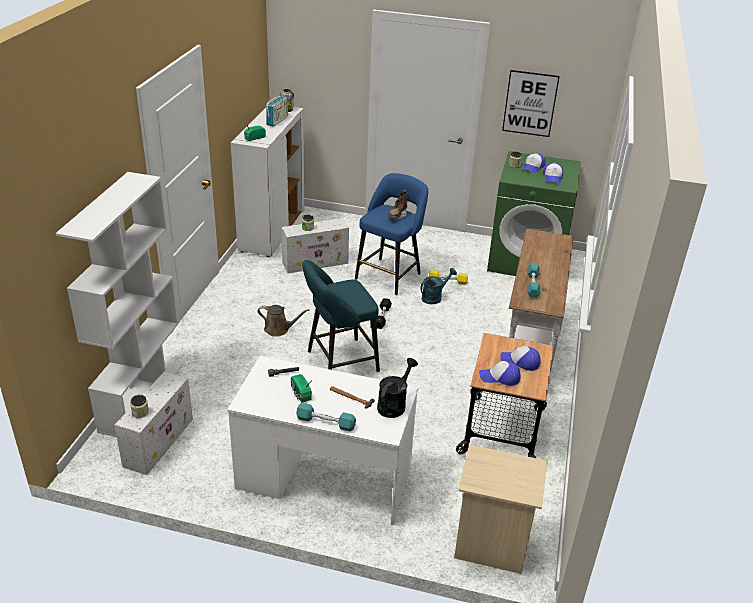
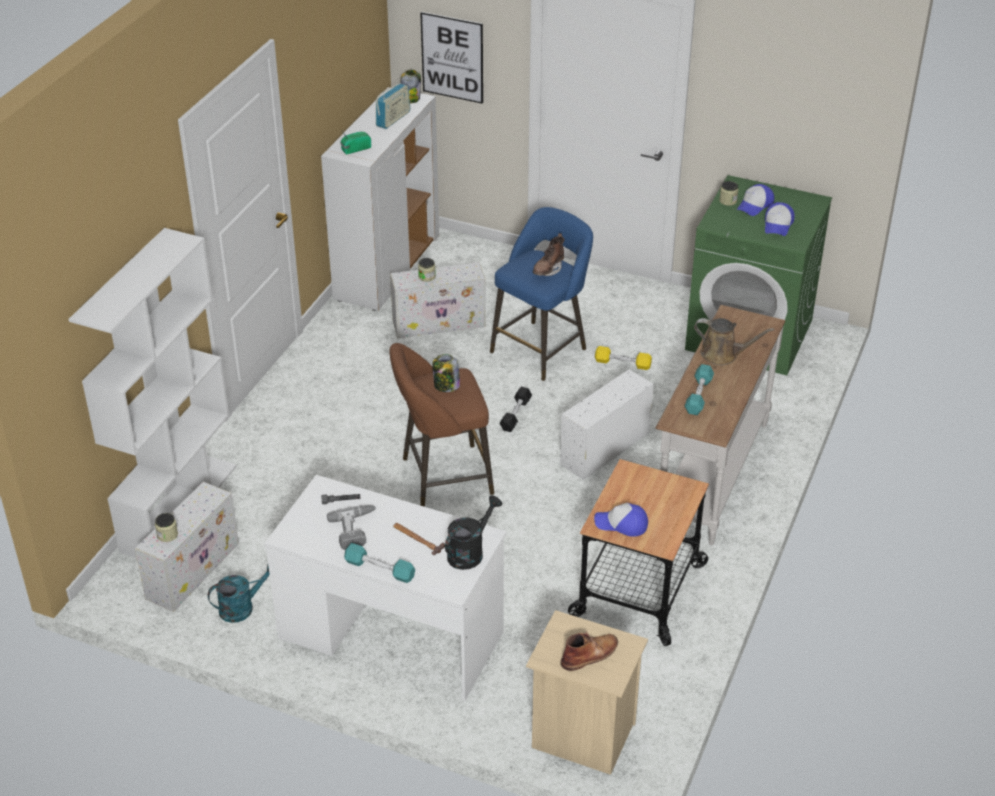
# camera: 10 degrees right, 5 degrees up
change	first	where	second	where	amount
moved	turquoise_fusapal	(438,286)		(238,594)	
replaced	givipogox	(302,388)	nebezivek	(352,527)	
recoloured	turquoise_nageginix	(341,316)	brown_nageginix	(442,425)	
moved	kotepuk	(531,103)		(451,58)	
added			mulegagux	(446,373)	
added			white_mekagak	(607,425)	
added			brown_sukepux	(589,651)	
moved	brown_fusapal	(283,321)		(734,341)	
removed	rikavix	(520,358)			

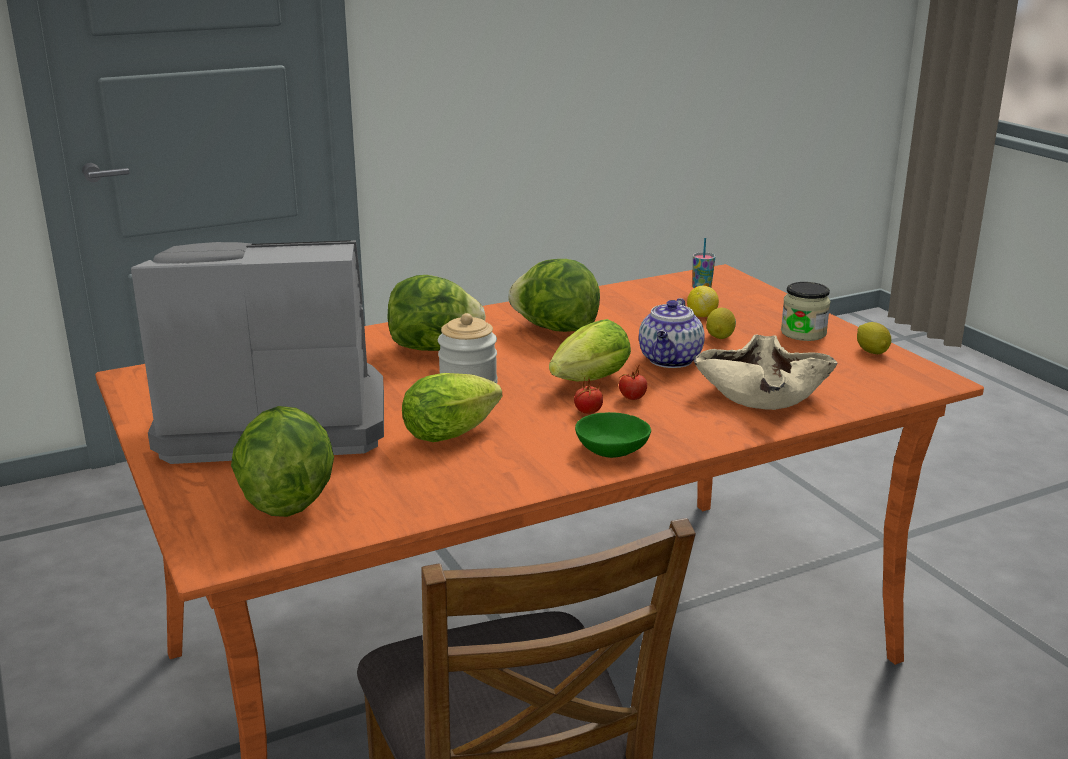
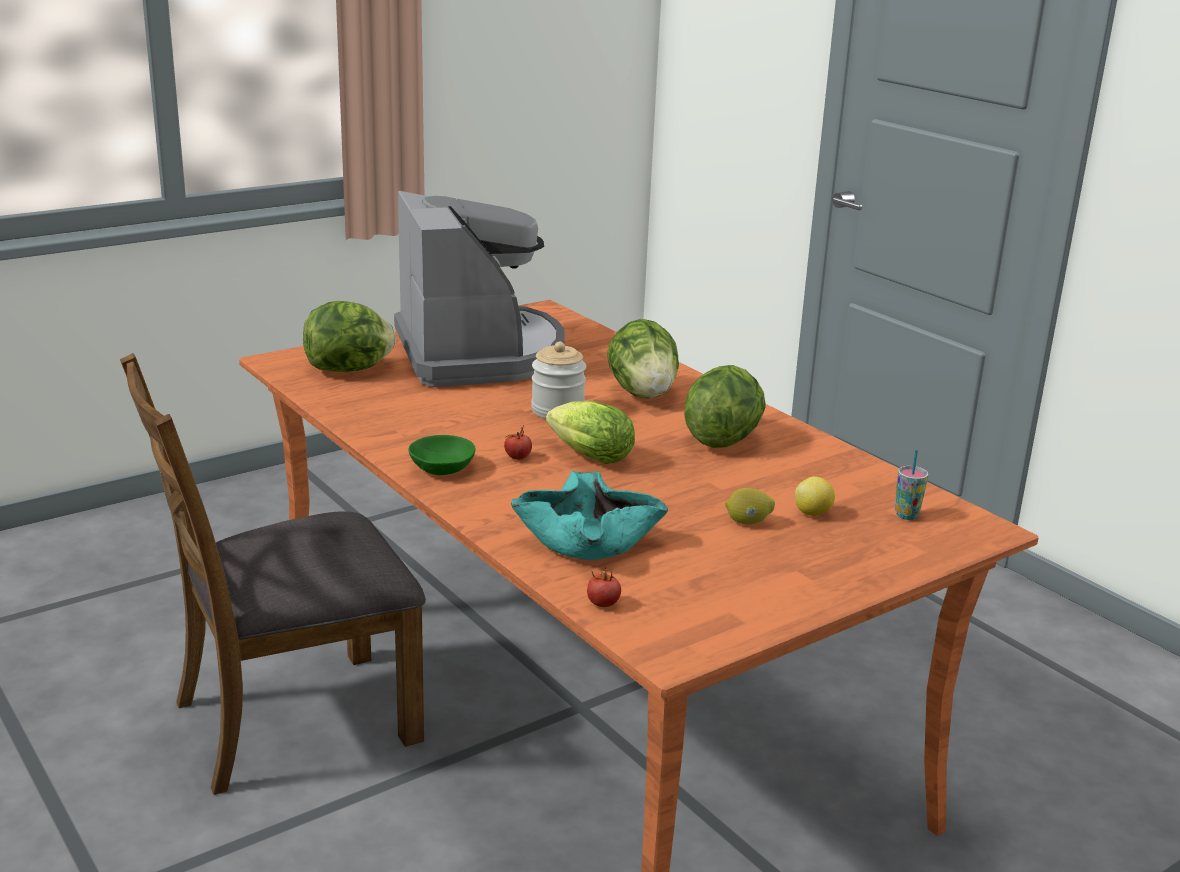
# camera: 80 degrees right, 0 degrees up
change	first	where	second	where	amount
recoloured	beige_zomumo	(765,372)	turquoise_zomumo	(589,515)	
moved	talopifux	(633,382)		(604,587)	
removed	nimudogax	(452,407)			
removed	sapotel	(672,333)			
removed	mulegagux	(806,311)			
removed	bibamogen	(874,338)			

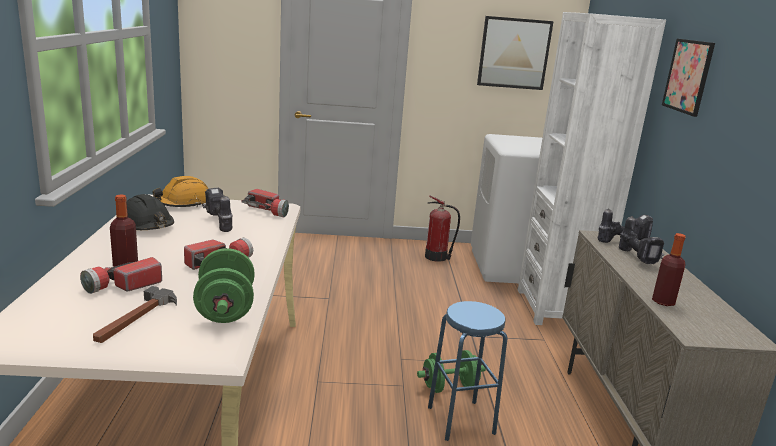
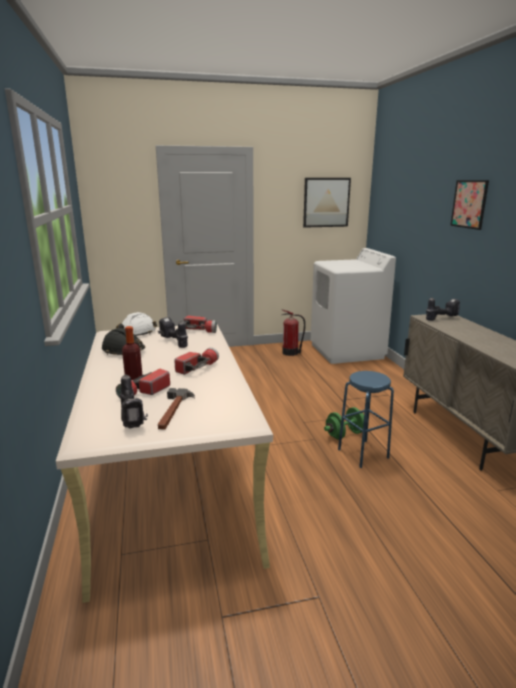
# camera: 10 degrees left, 0 degrees up
change	first	where	second	where	amount
recoloured	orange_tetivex	(180,191)	white_tetivex	(136,324)	
moved	nebezivek	(641,240)		(134,401)	
removed	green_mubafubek	(223,285)			
removed	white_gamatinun	(592,168)			
removed	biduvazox	(669,269)			

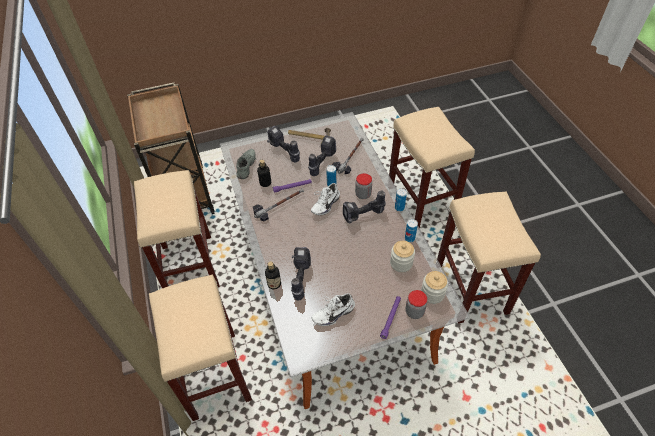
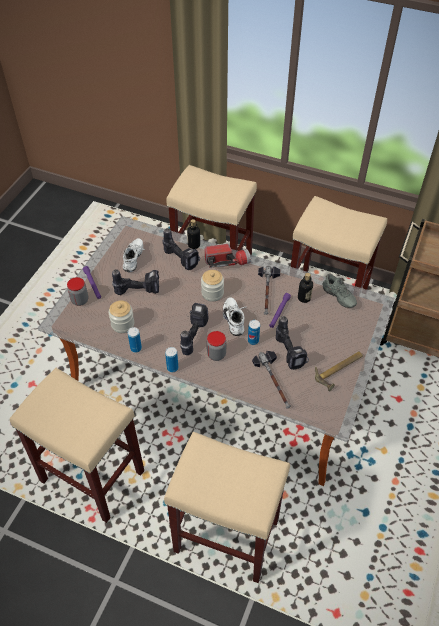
# camera: 130 degrees right, 0 degrees up
change	first	where	second	where	amount
moved	nebezivek	(283,144)		(135,282)	
moved	mulegagux	(434,287)		(212,286)	
added			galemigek	(228,256)	

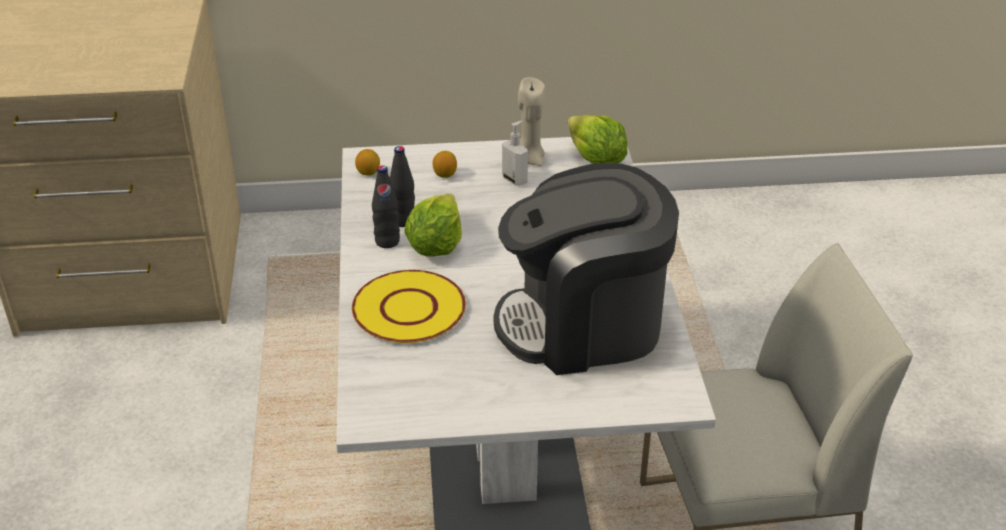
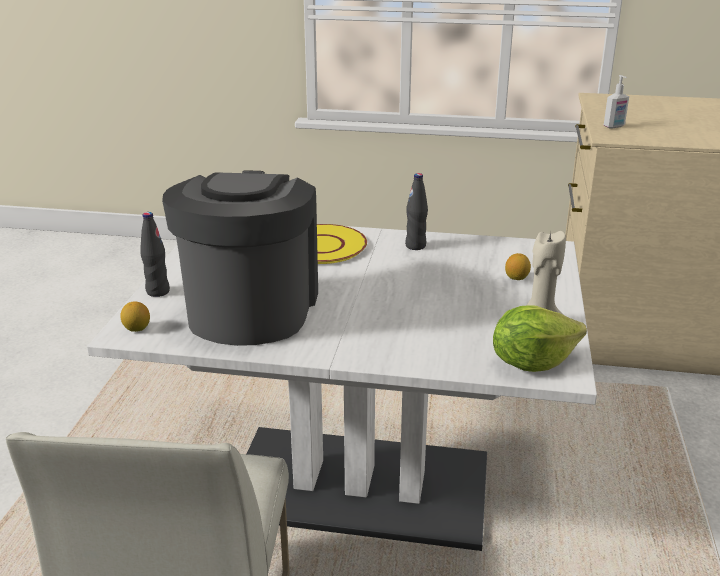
# camera: 105 degrees right, 10 degrees down
change	first	where	second	where	amount
moved	bibamogen	(367,162)		(135,317)	
moved	black_biduvazox	(402,186)		(155,254)	
moved	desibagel	(515,153)		(616,101)	
removed	nimudogax	(433,225)			

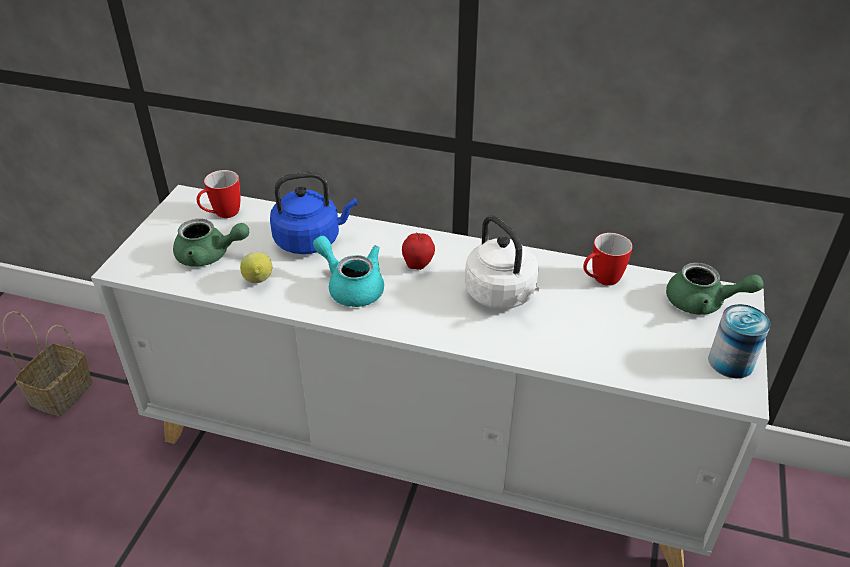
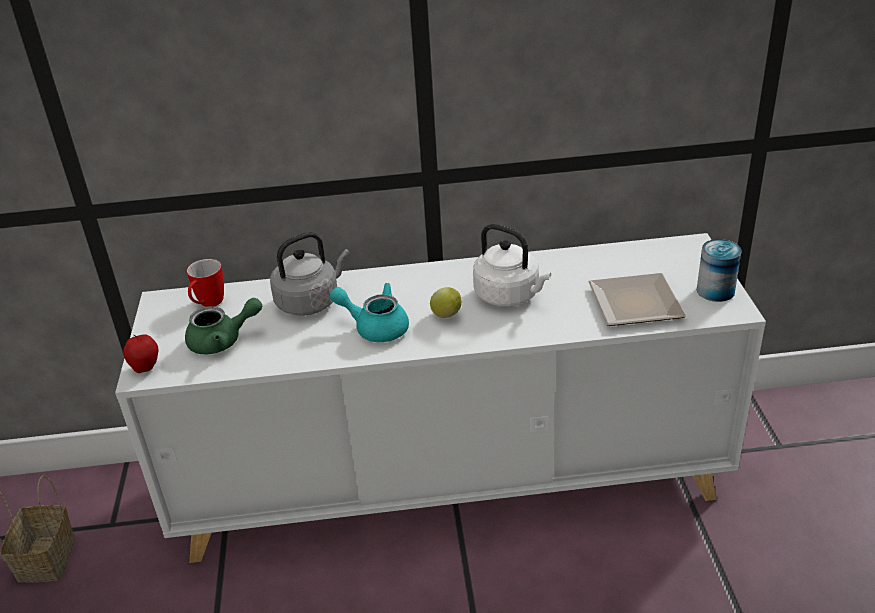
# camera: 20 degrees left, 5 degrees down
change	first	where	second	where	amount
moved	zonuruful	(418,251)		(140,354)	
recoloured	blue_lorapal	(313,213)	grey_lorapal	(309,274)	
moved	bibamogen	(256,267)		(446,302)	
added			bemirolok	(637,299)	
removed	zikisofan	(608,259)			
removed	green_sapotel	(715,288)			

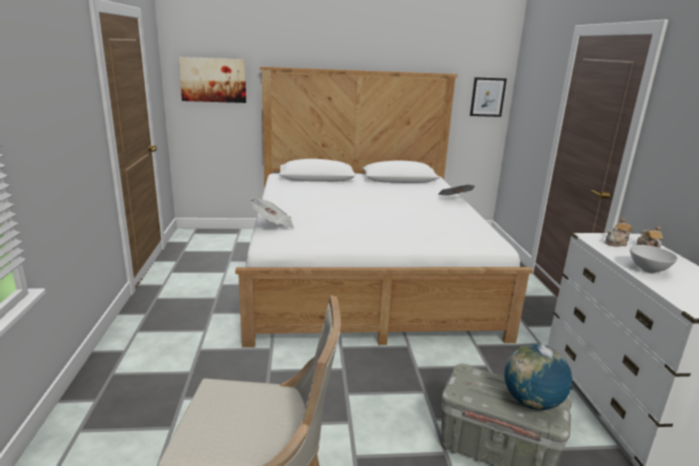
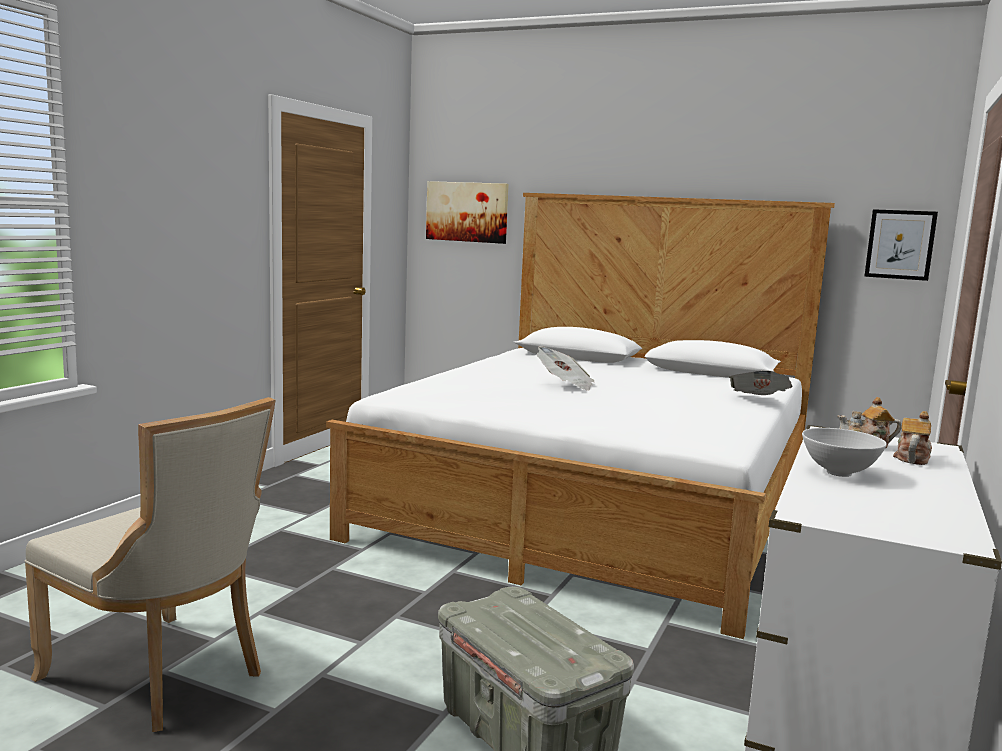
# camera: 30 degrees right, 10 degrees down
change	first	where	second	where	amount
moved	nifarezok	(272,213)		(565,368)	
removed	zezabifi	(538,377)			

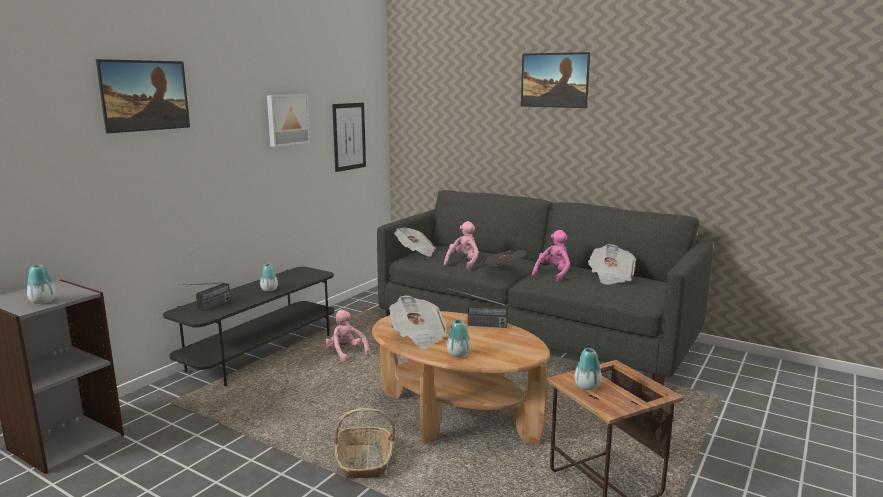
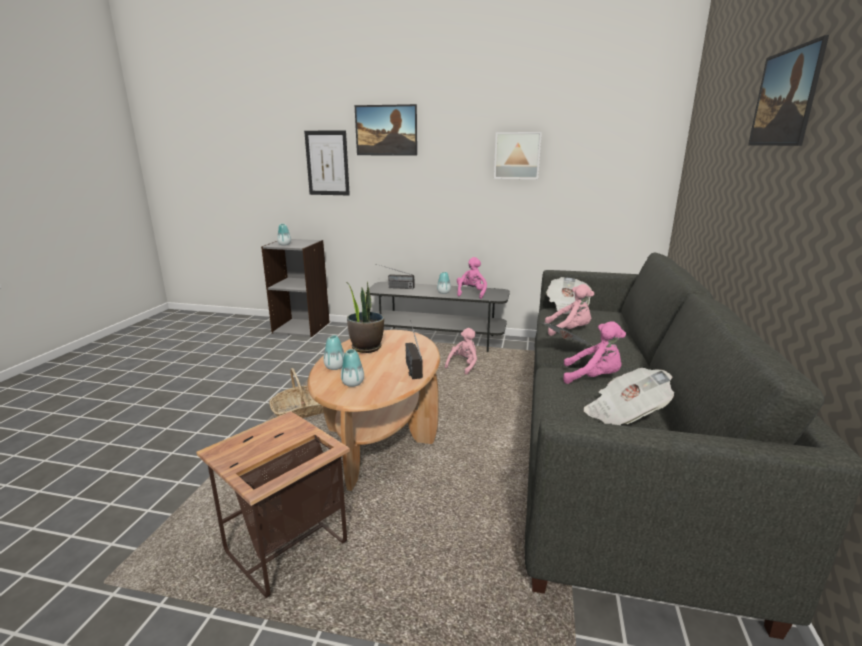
# camera: 70 degrees right, 5 degrees up
change	first	where	second	where	amount
moved	kotepuk	(349,137)		(327,162)	
moved	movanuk	(587,369)		(352,368)	
replaced	nifarezok	(418,322)	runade	(365,317)	
added			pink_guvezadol	(472,278)	

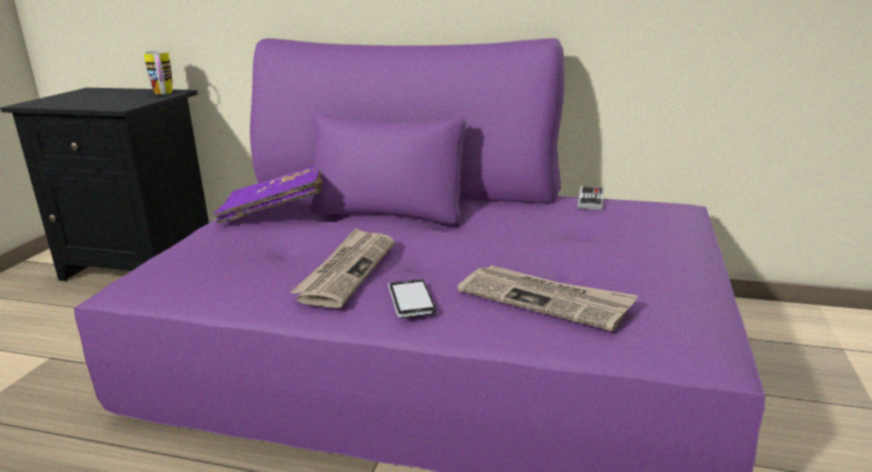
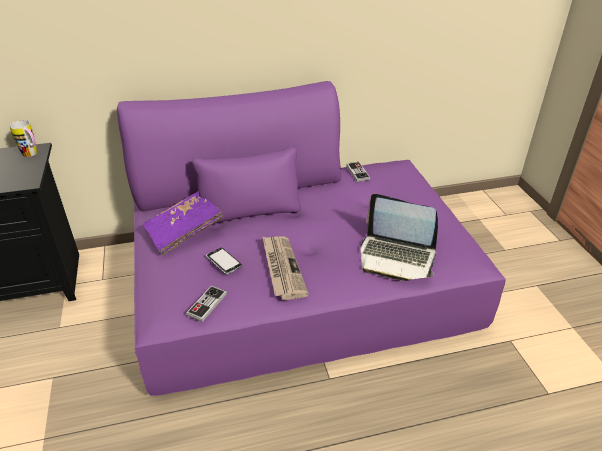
# camera: 30 degrees left, 15 degrees up
change	first	where	second	where	amount
added			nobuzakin	(206,303)	
moved	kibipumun	(412,298)		(224,261)	
replaced	nifarezok	(547,298)	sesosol	(399,237)	

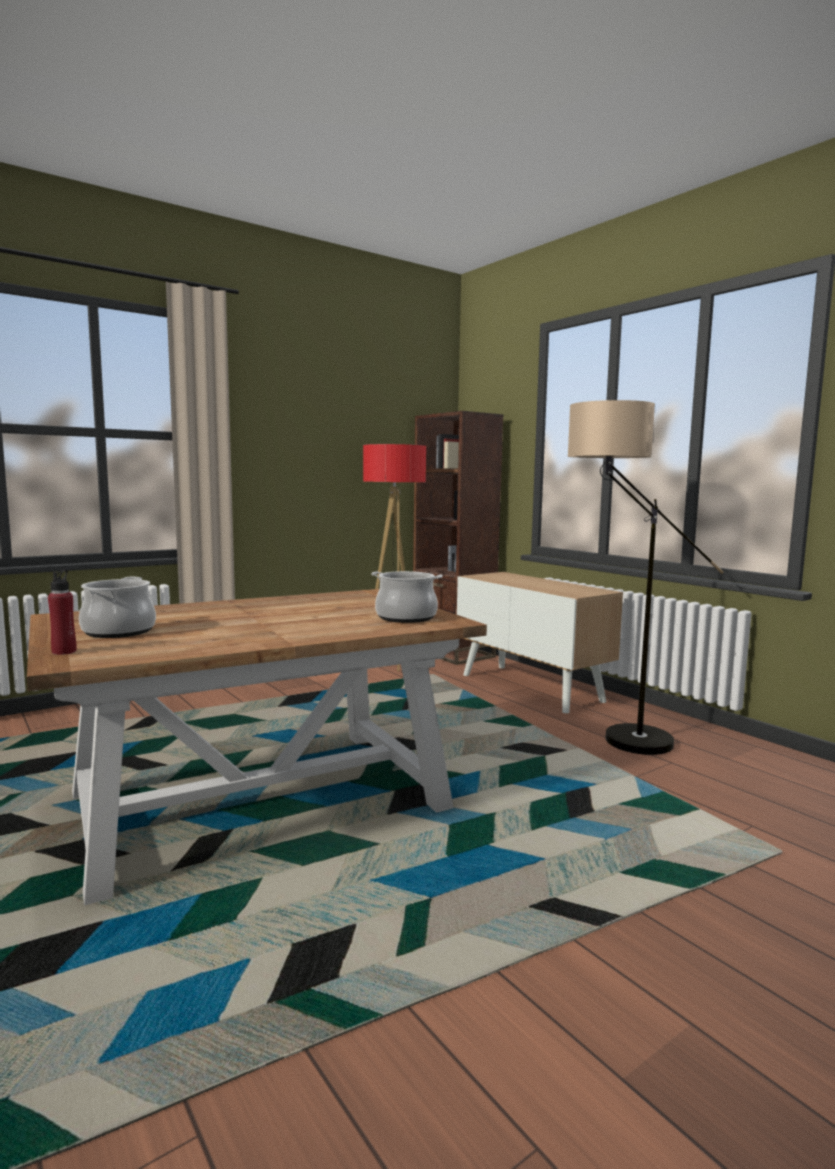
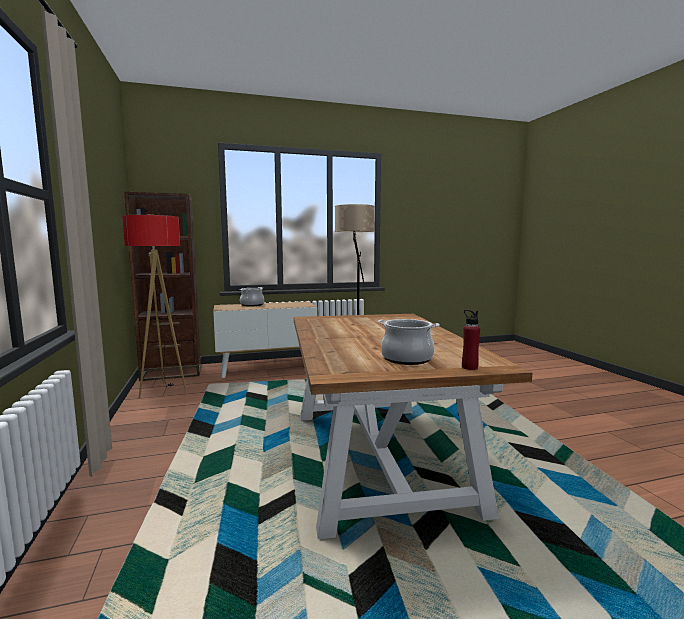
# camera: 70 degrees left, 0 degrees up
change	first	where	second	where	amount
moved	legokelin	(407,597)		(252,296)	

